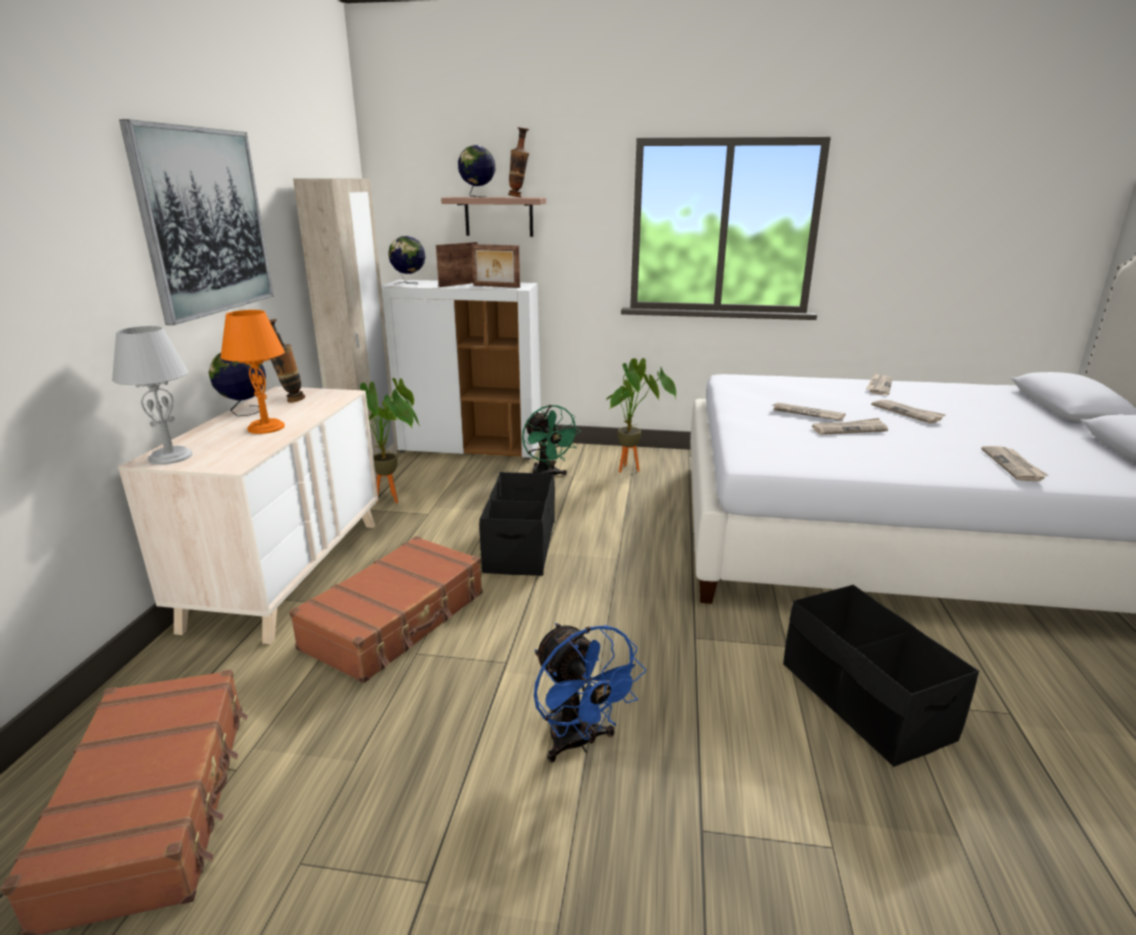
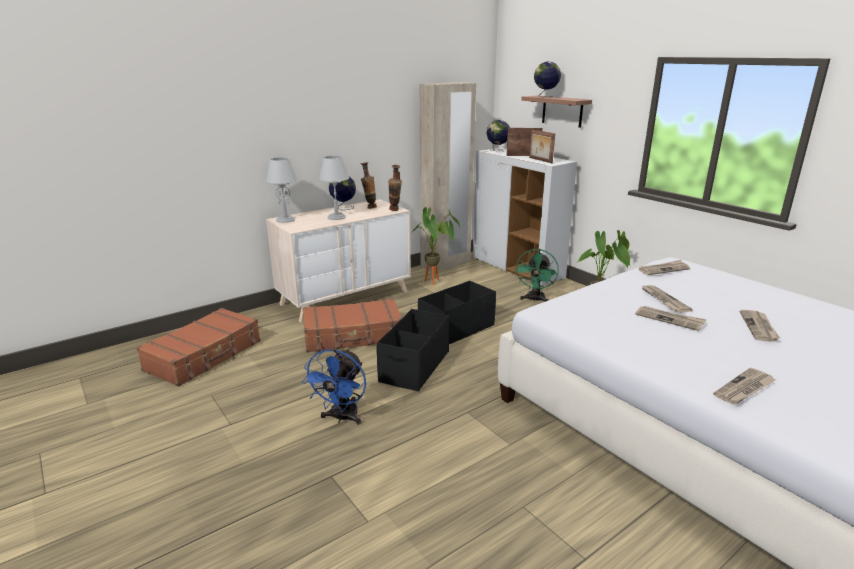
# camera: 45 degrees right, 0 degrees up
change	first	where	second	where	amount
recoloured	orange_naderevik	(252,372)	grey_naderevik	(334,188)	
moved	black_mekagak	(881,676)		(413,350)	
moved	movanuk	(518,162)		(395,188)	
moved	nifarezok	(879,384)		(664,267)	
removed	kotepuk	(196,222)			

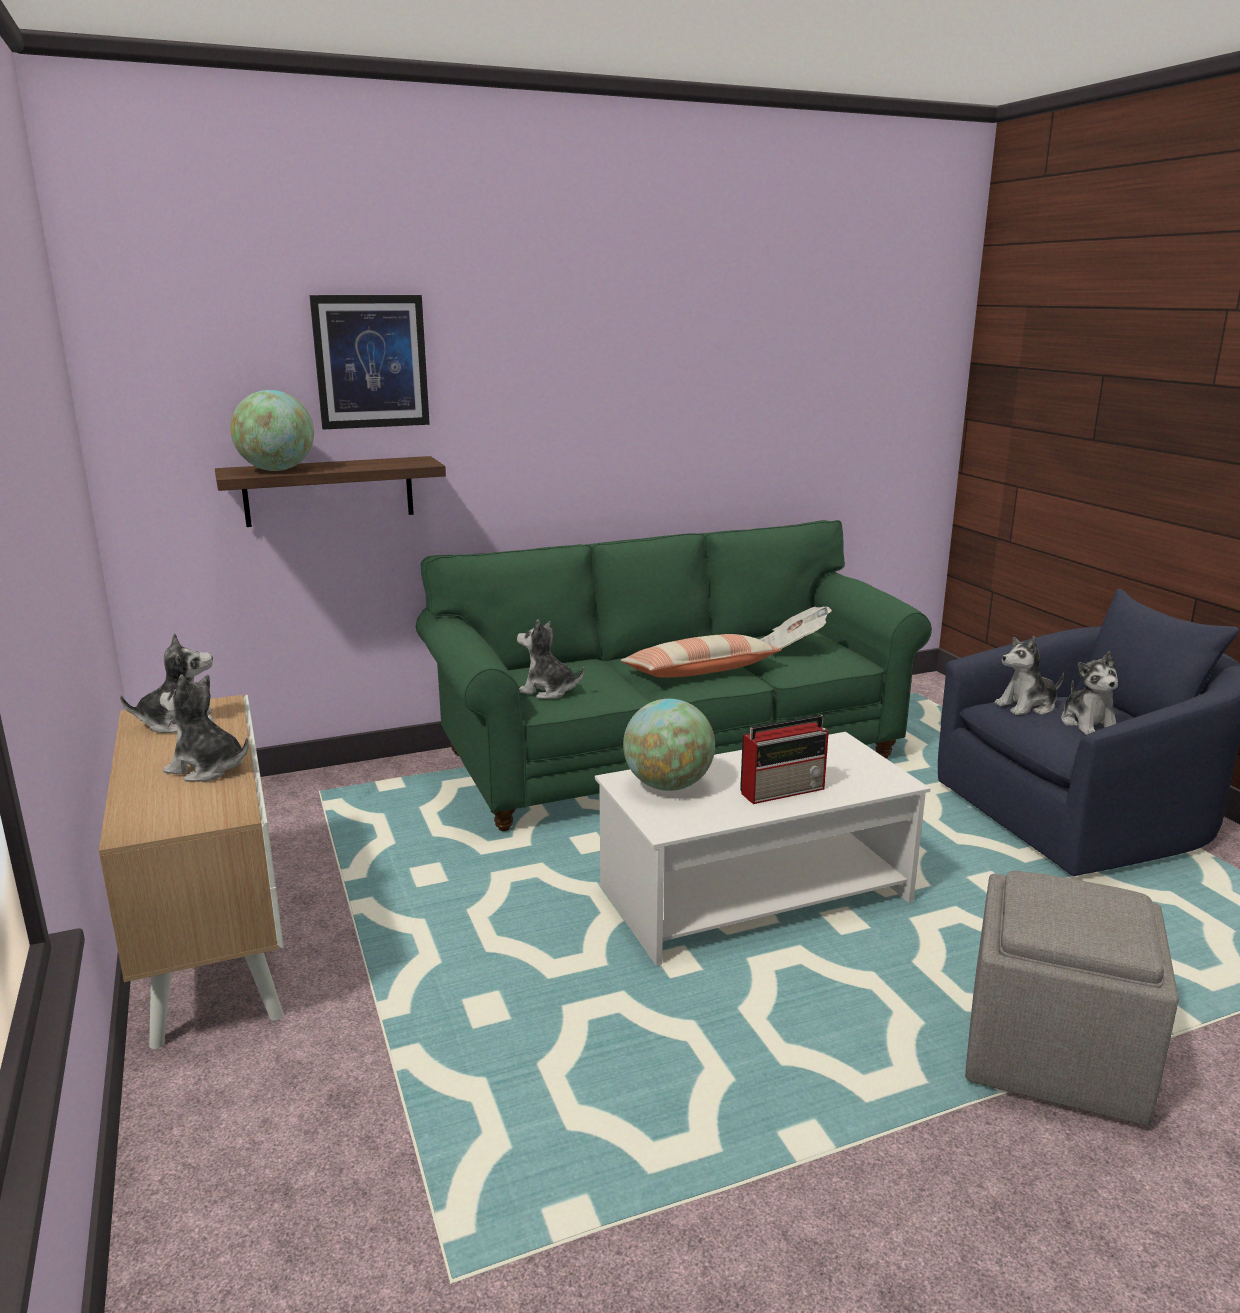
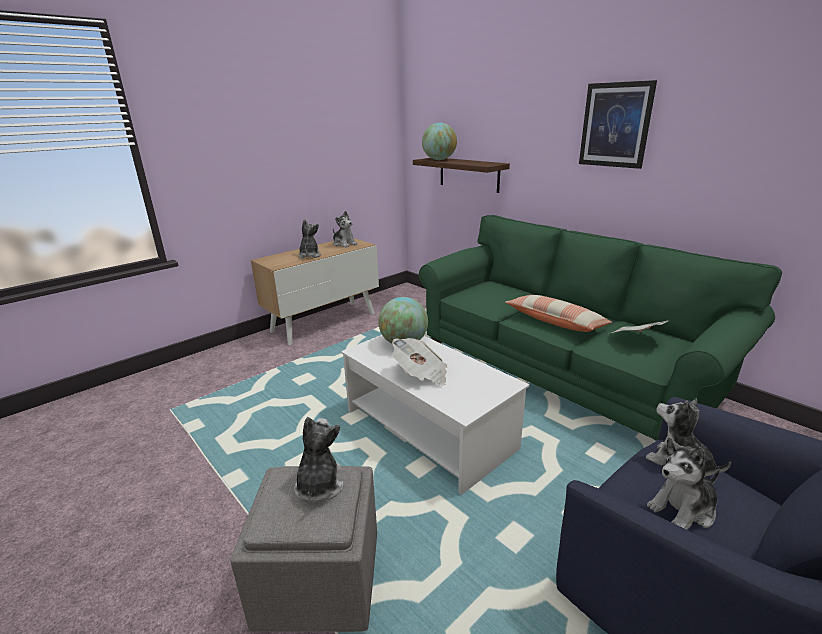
# camera: 70 degrees right, 5 degrees up
change	first	where	second	where	amount
moved	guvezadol	(551,659)		(319,459)	
replaced	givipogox	(784,759)	nifarezok	(419,361)	
moved	kotepuk	(370,362)		(618,124)	

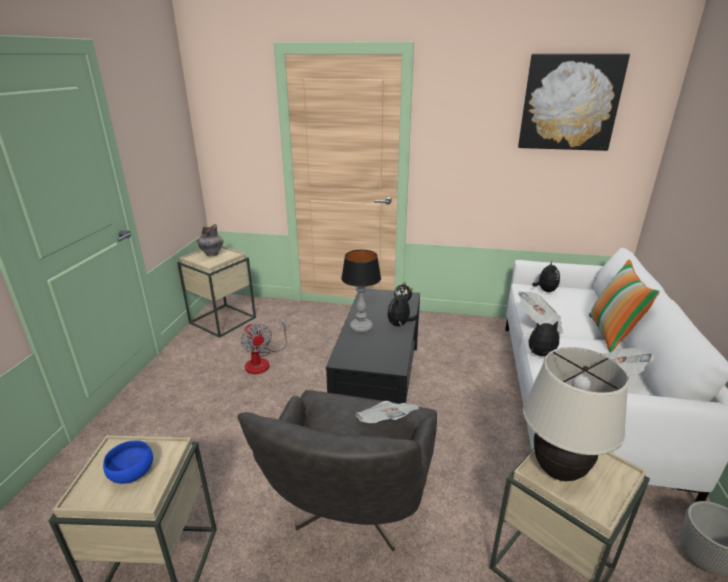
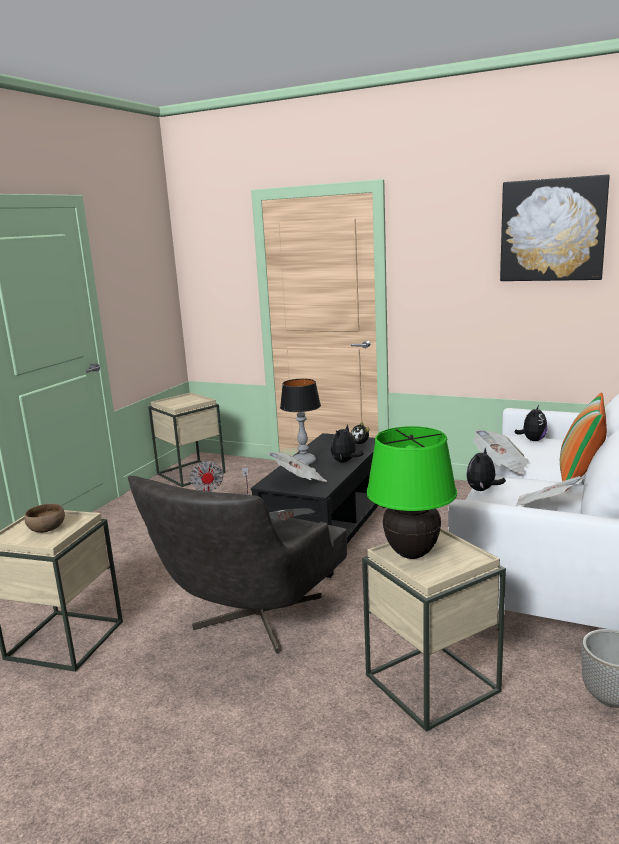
# camera: 15 degrees right, 10 degrees down
change	first	where	second	where	amount
recoloured	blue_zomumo	(128,462)	brown_zomumo	(44,518)	
added			nifarezok	(297,467)	
recoloured	beige_naderevik	(576,414)	green_naderevik	(411,492)	
turned	guvezadol	(544,338)		(486,469)	60 degrees counterclockwise
removed	grey_movanuk	(210,240)			

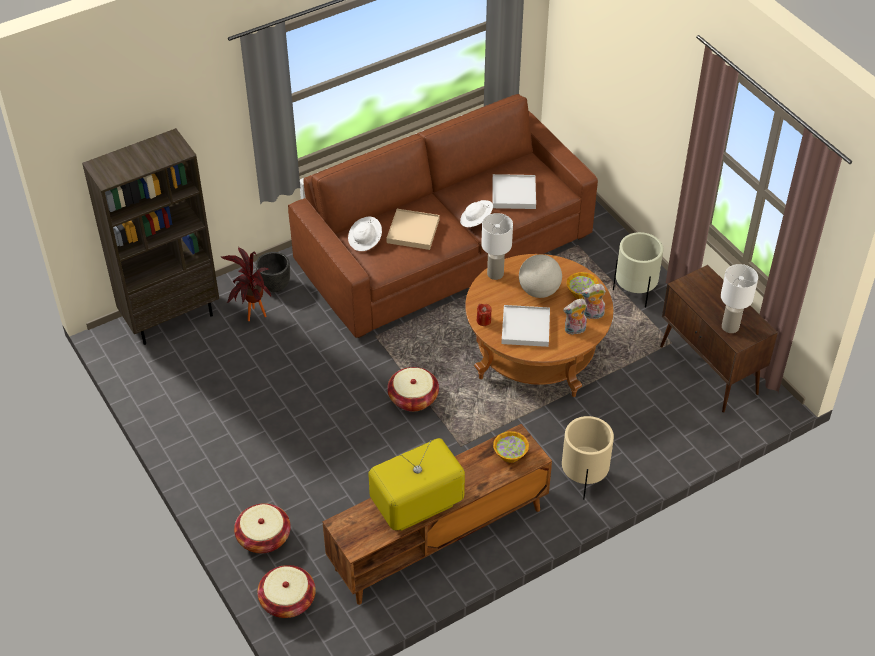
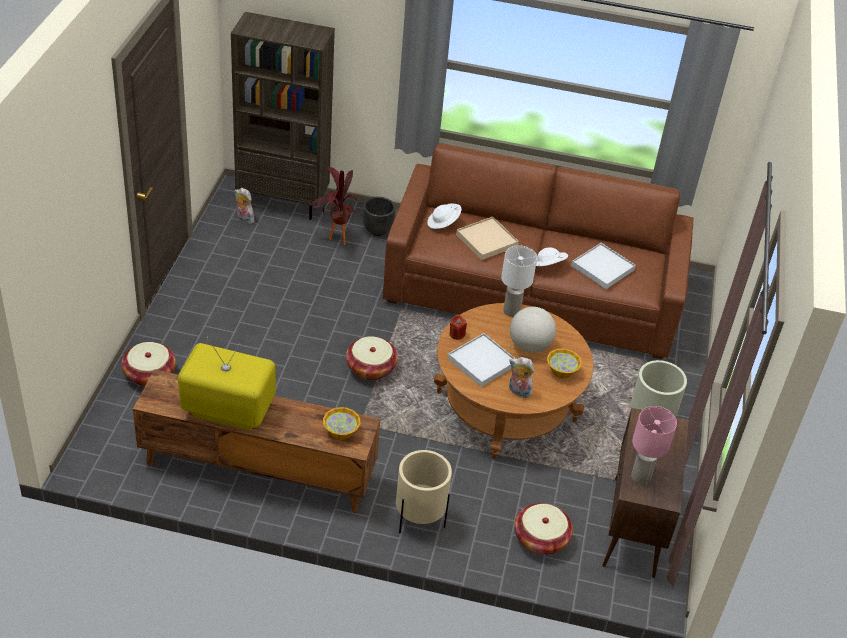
# camera: 40 degrees right, 5 degrees down
change	first	where	second	where	amount
moved	guvezadol	(593,301)		(244,206)	
moved	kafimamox	(286,591)		(543,529)	
recoloured	white_naderevik	(739,298)	pink_naderevik	(654,445)	

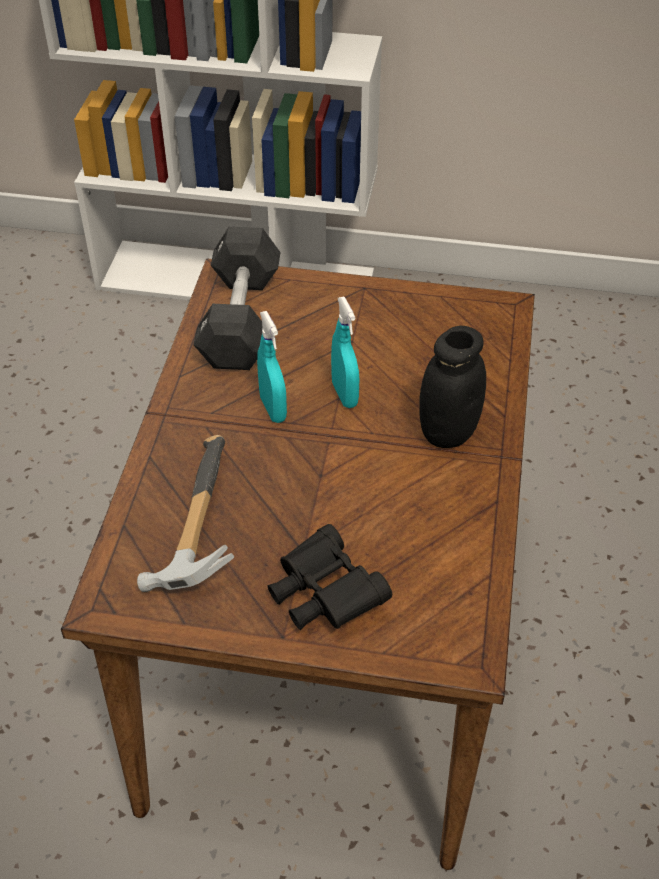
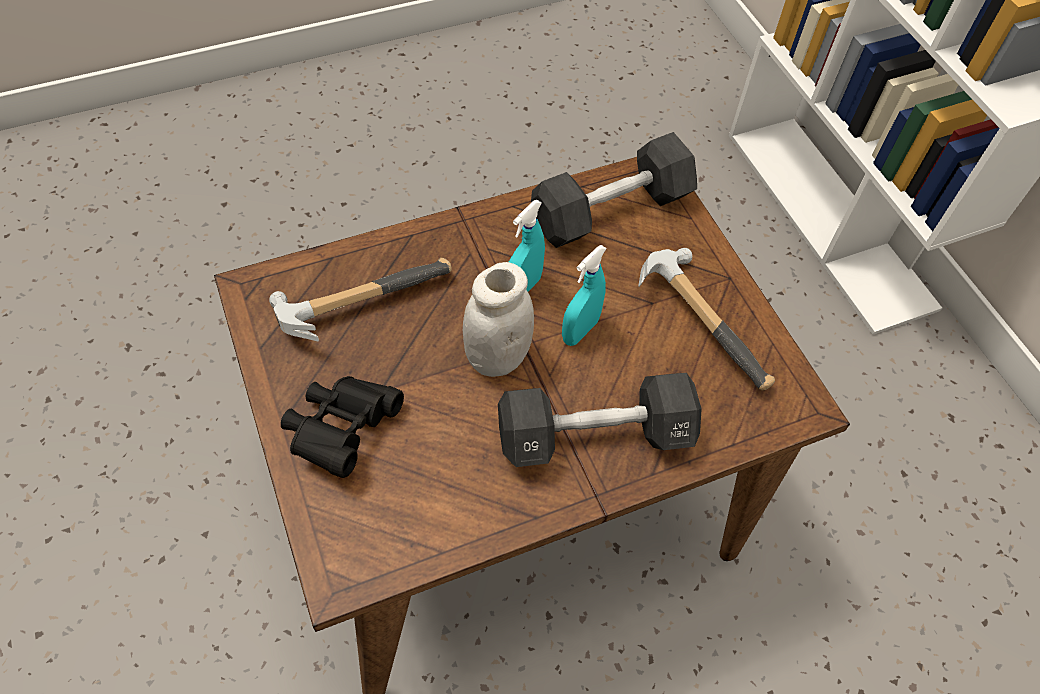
# camera: 55 degrees right, 10 degrees up
change	first	where	second	where	amount
added			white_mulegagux	(498,319)	
replaced	black_mulegagux	(452,387)	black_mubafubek	(600,420)	
added			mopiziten	(706,319)	

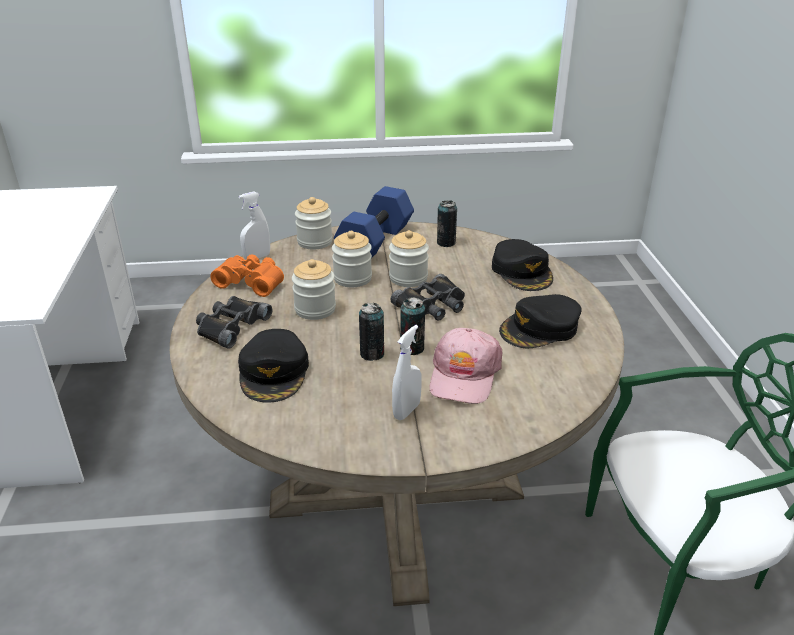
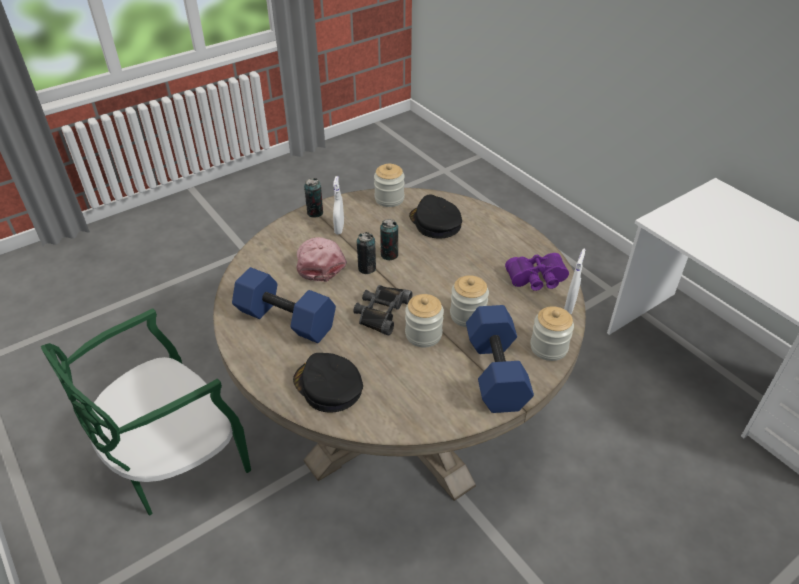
# camera: 150 degrees right, 10 degrees up
change	first	where	second	where	amount
replaced	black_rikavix	(540,321)	blue_mubafubek	(284,305)	
moved	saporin	(447,223)		(313,197)	
moved	mulegagux	(314,289)		(389,185)	
recoloured	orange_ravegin	(247,275)	purple_ravegin	(537,272)	
removed	black_ravegin	(234,322)			

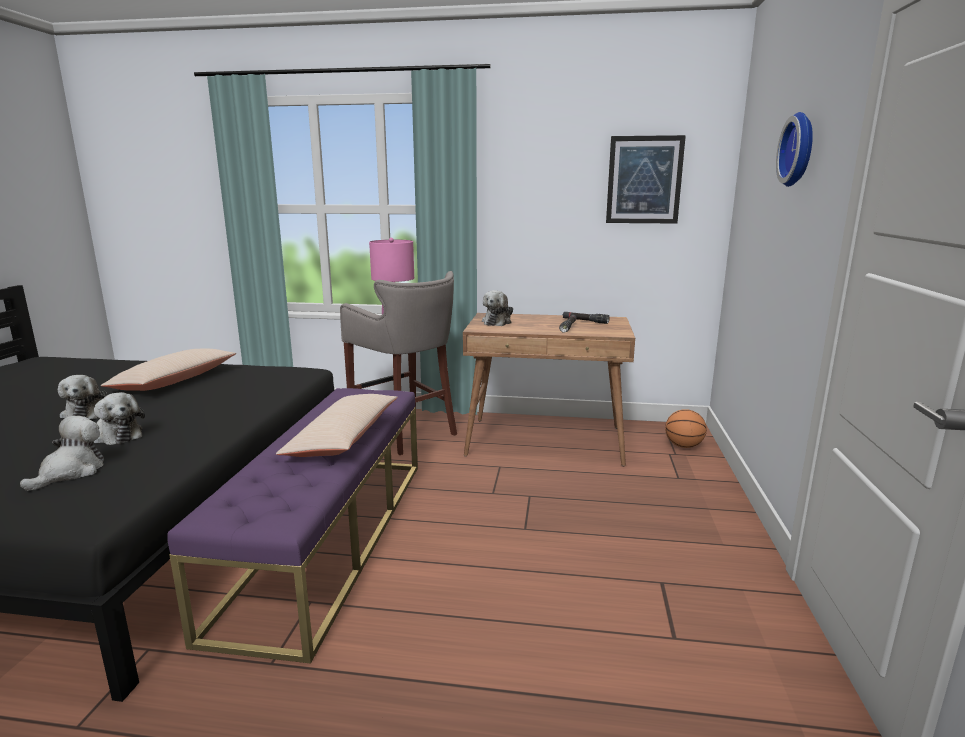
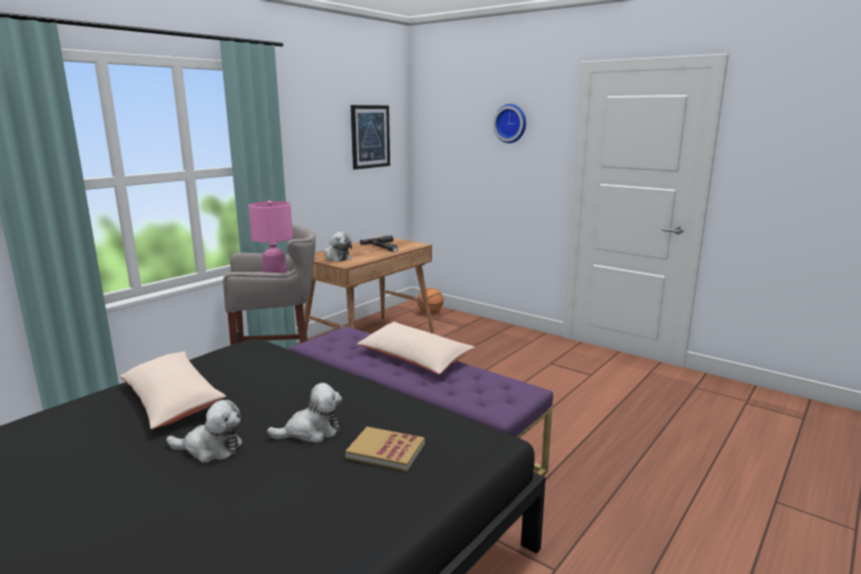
# camera: 60 degrees left, 0 degrees up
change	first	where	second	where	amount
replaced	guvezadol	(62,453)	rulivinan	(385,449)	

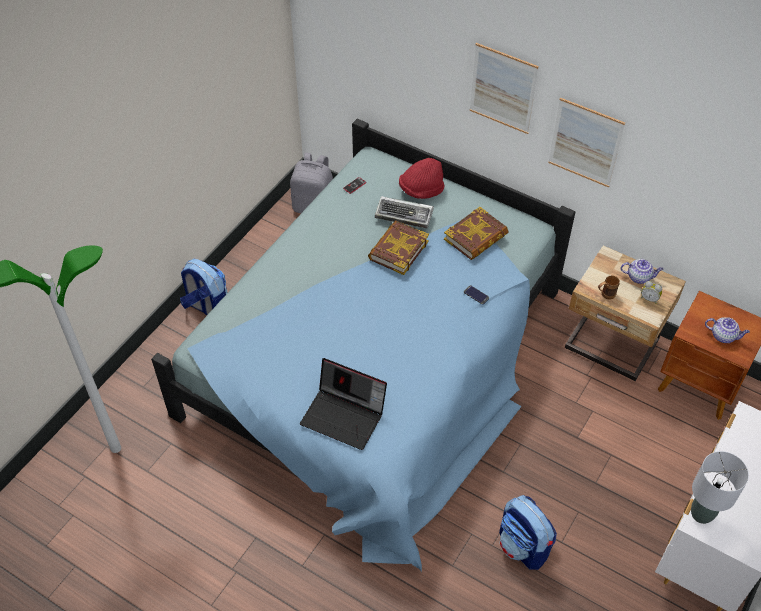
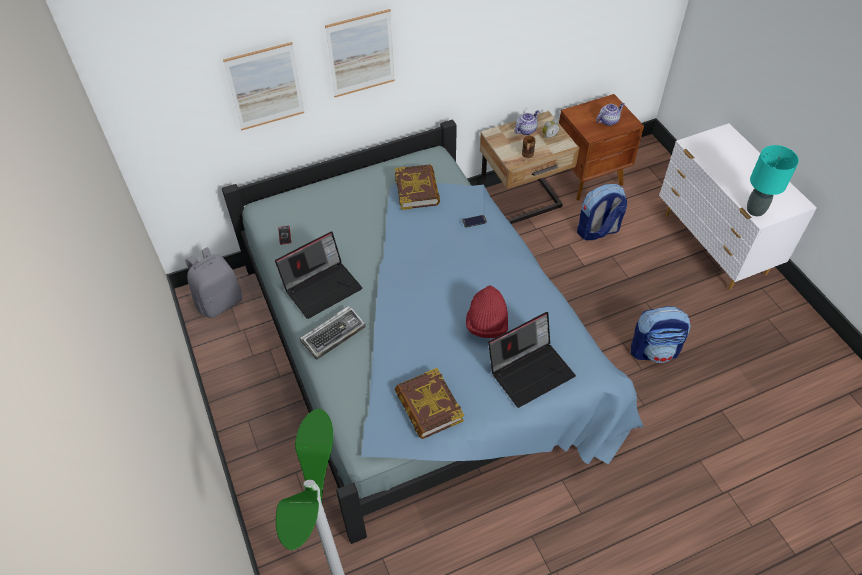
# camera: 55 degrees left, 0 degrees up
change	first	where	second	where	amount
moved	kotepuk	(586,143)		(263,86)	
added			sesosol	(318,275)	
moved	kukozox	(404,212)		(332,333)	
moved	rulivinan	(398,248)		(429,403)	
moved	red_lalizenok	(421,178)		(487,311)	
moved	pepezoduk	(203,287)		(602,212)	
recoloured	grey_naderevik	(720,487)	turquoise_naderevik	(773,180)	

